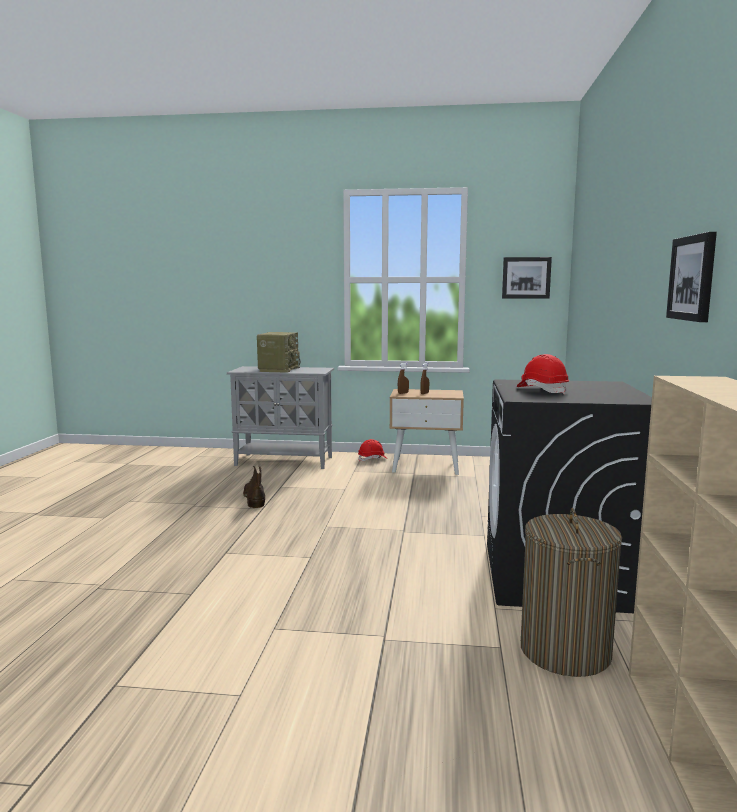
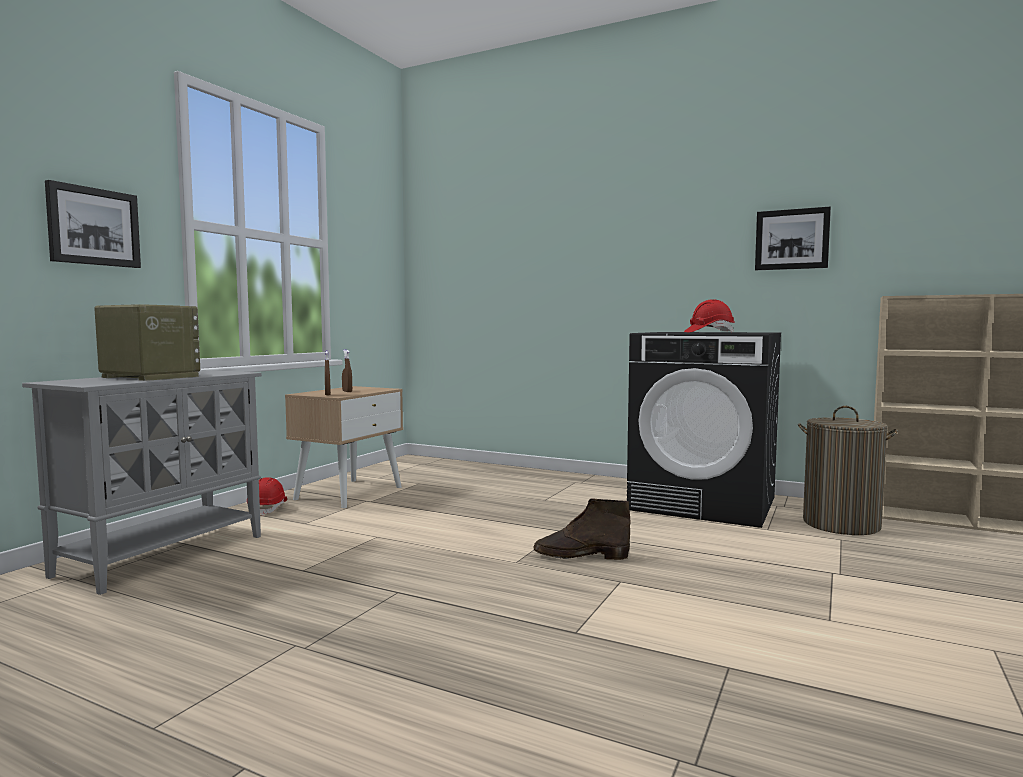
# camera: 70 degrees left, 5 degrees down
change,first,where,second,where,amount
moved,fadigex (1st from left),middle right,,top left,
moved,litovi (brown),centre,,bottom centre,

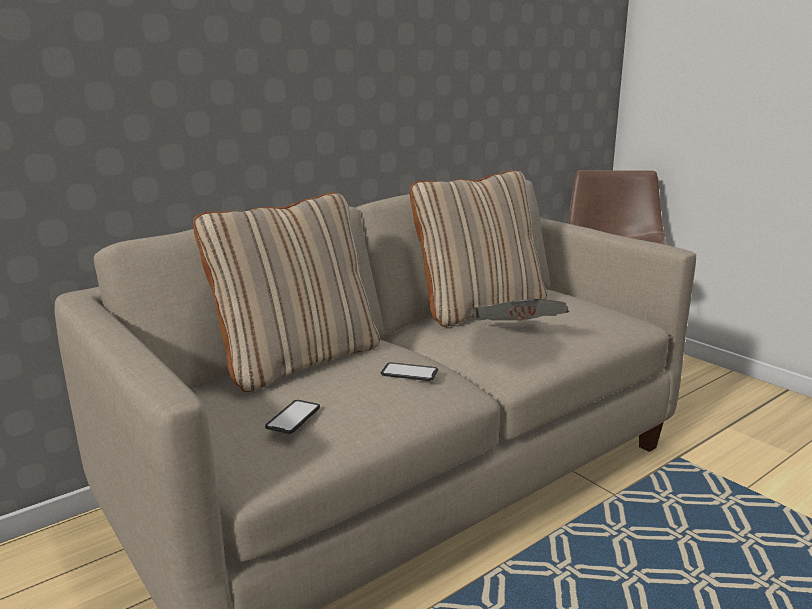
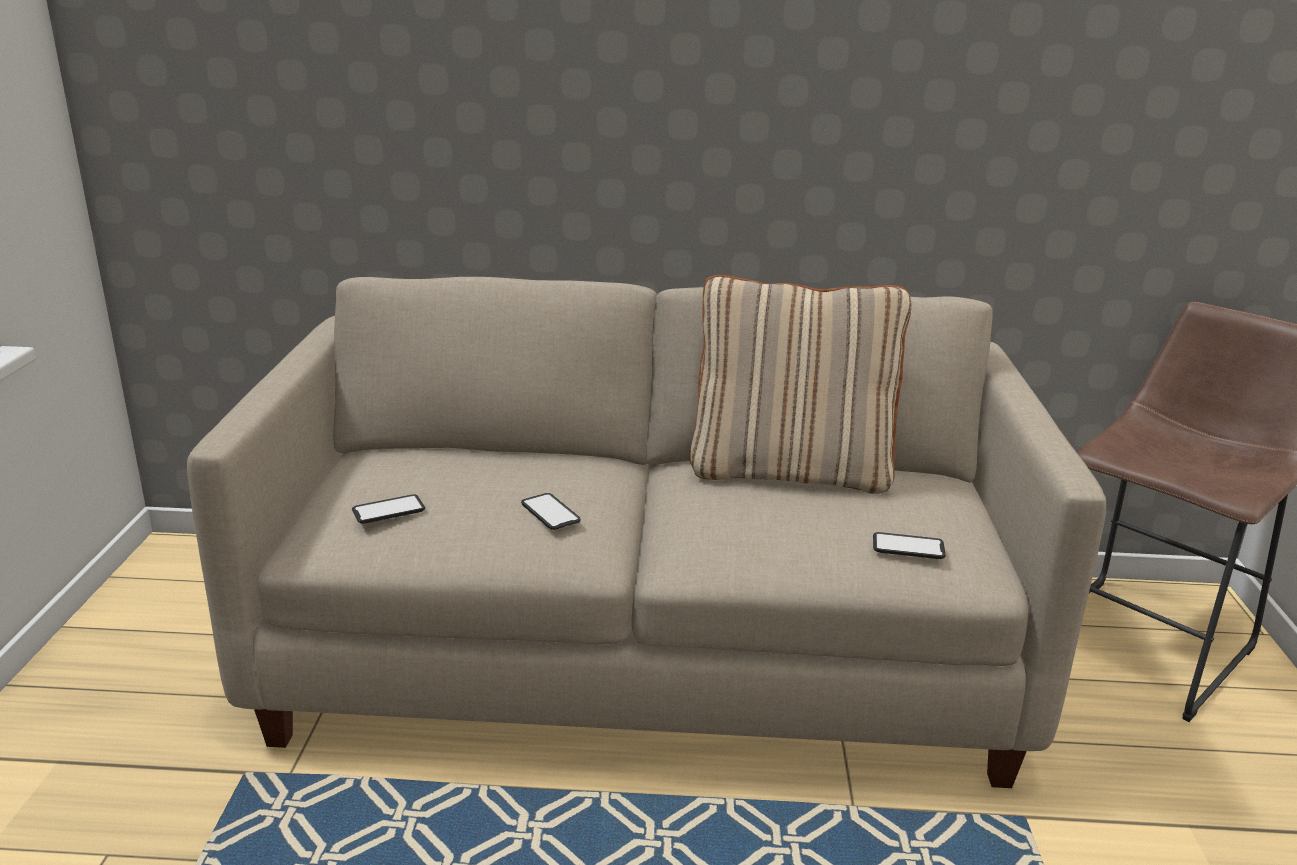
# camera: 40 degrees right, 5 degrees up
change,first,where,second,where,amount
added,,,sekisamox (3rd from left),middle right,
removed,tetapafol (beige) (1st from left),centre,,,
removed,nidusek,centre,,,

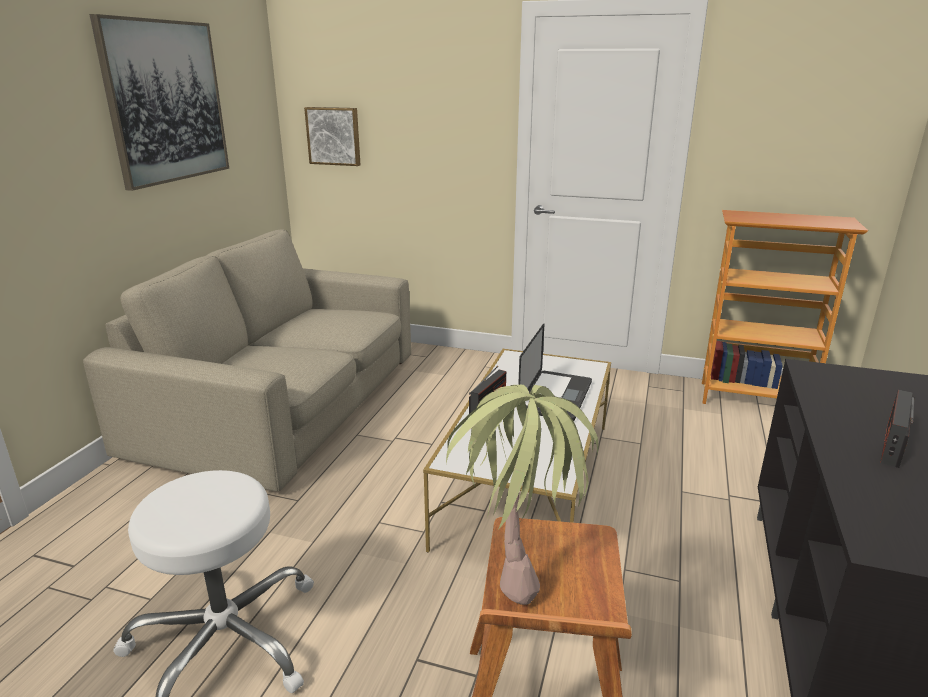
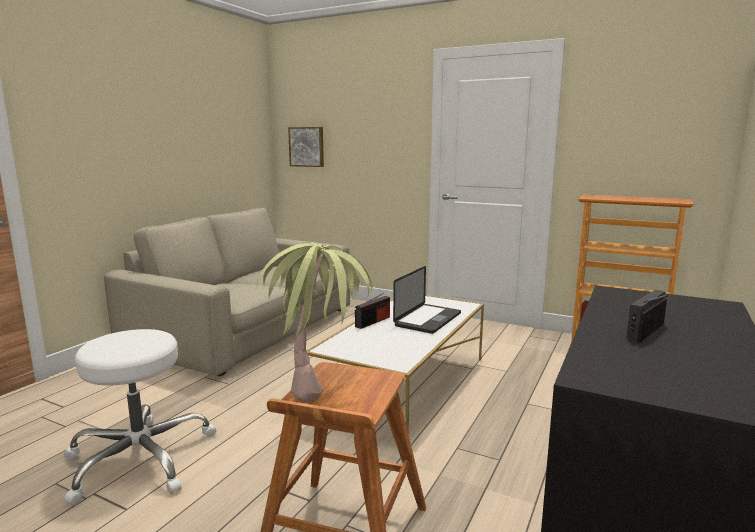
# camera: 10 degrees right, 10 degrees down
change,first,where,second,where,amount
removed,fadigex (1st from left),top left,,,

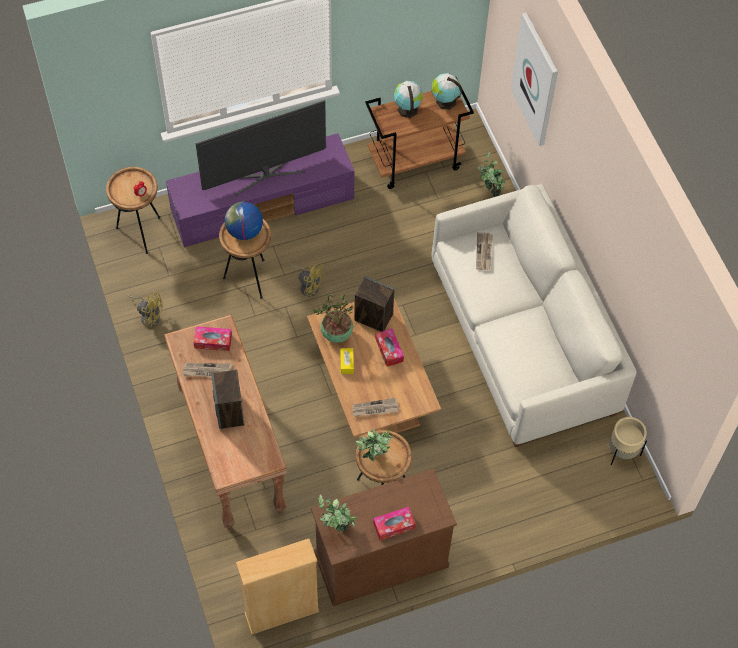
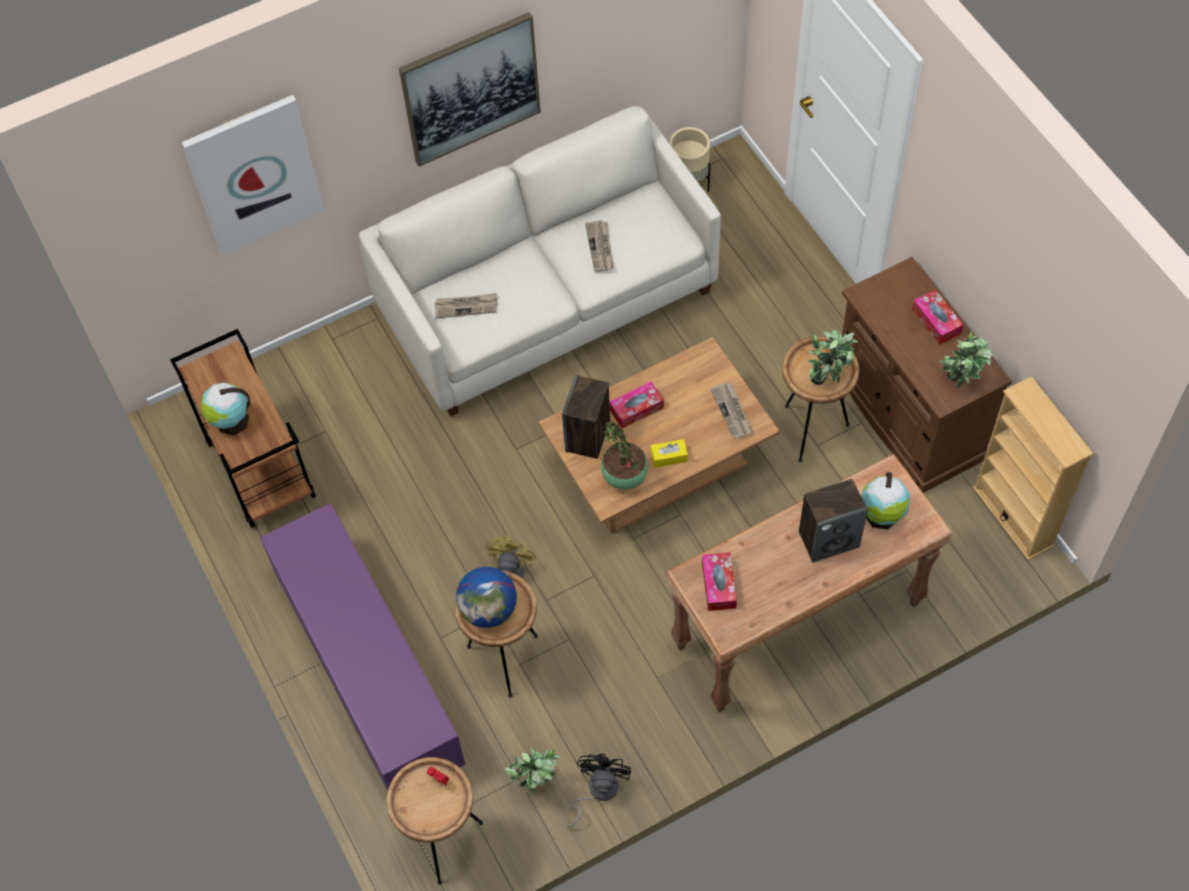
# camera: 95 degrees left, 0 degrees up
change,first,where,second,where,amount
added,,,fadigex (2nd from left),top centre,
moved,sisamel (4th from left in the first image),top centre,sisamel (1st from left),bottom centre,
recoloured,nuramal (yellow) (1st from left),middle left,nuramal (black),bottom centre,
moved,nidusek (1st from left in the first image),middle left,nidusek (2nd from left),top centre,
moved,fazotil (3rd from left),top centre,,middle right,
removed,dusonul,top centre,,,

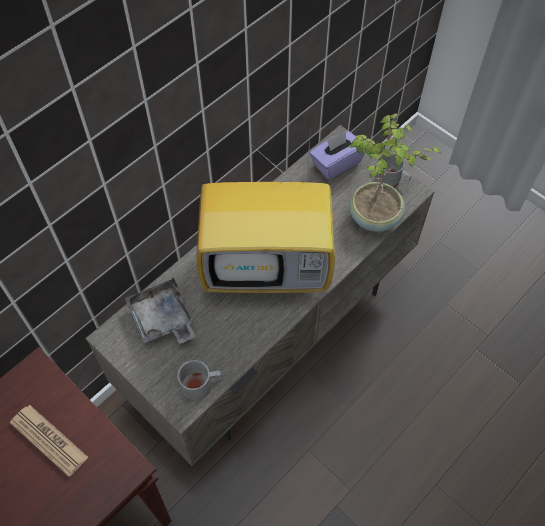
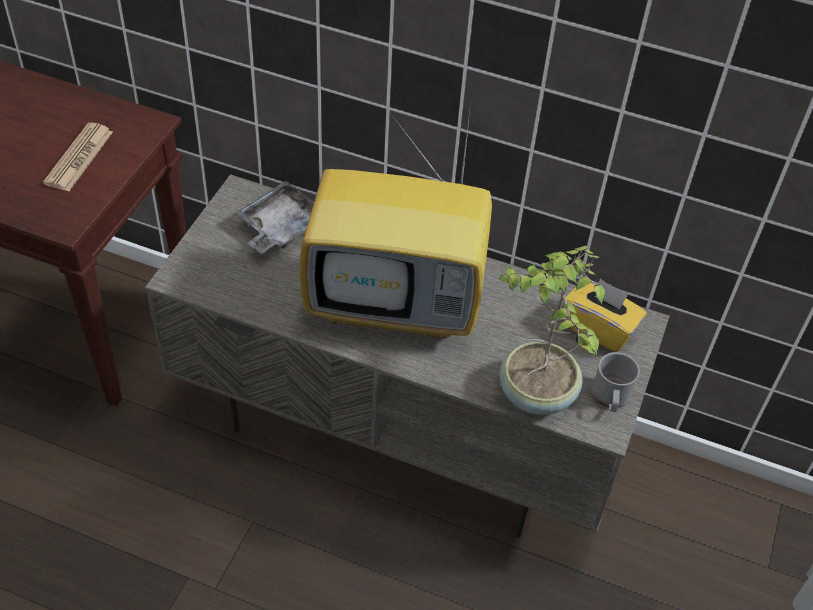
# camera: 65 degrees right, 10 degrees down
change,first,where,second,where,amount
turned,dusonul,centre,,centre,60 degrees counterclockwise
recoloured,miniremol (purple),top centre,miniremol (yellow),middle right,
removed,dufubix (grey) (1st from left),bottom centre,,,

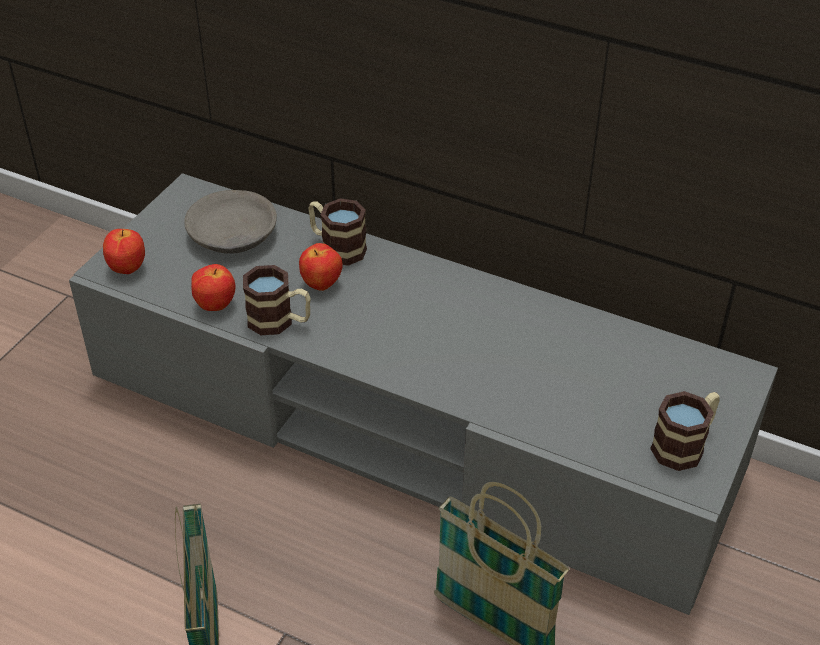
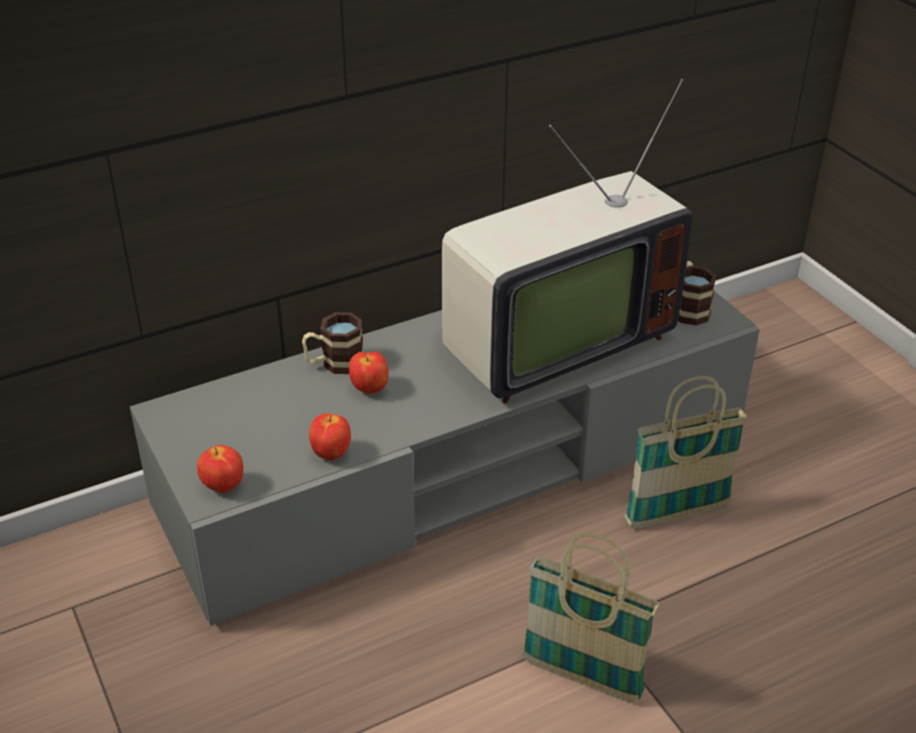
# camera: 55 degrees left, 5 degrees down
change,first,where,second,where,amount
added,,,dusonul,top centre,
removed,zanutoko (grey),middle left,,,
removed,dufubix (1st from left),centre,,,

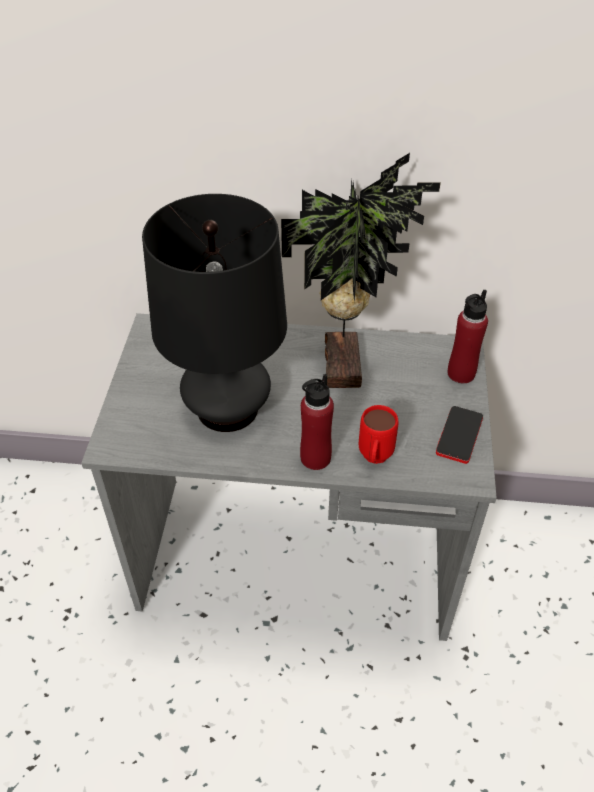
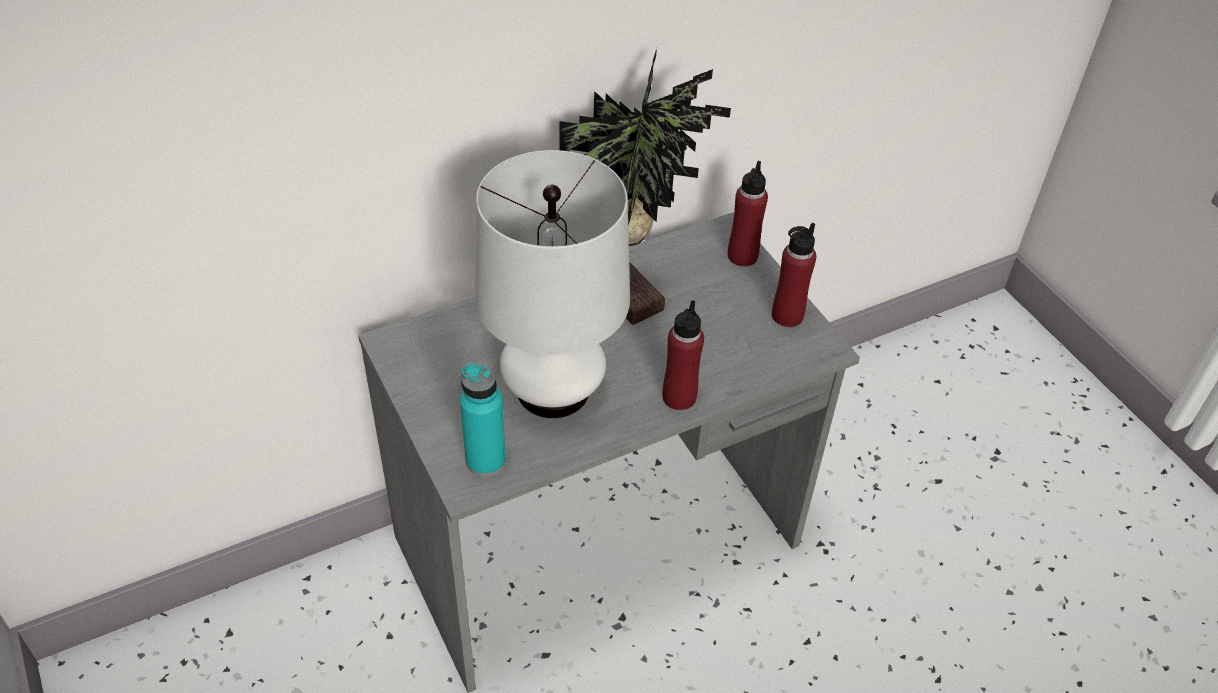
# camera: 35 degrees left, 0 degrees up
change,first,where,second,where,amount
added,,,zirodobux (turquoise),centre,
recoloured,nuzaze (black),centre,nuzaze (white),centre,
replaced,sekisamox,middle right,zirodobux (red) (3rd from left),centre,
removed,dufubix (red),centre,,,

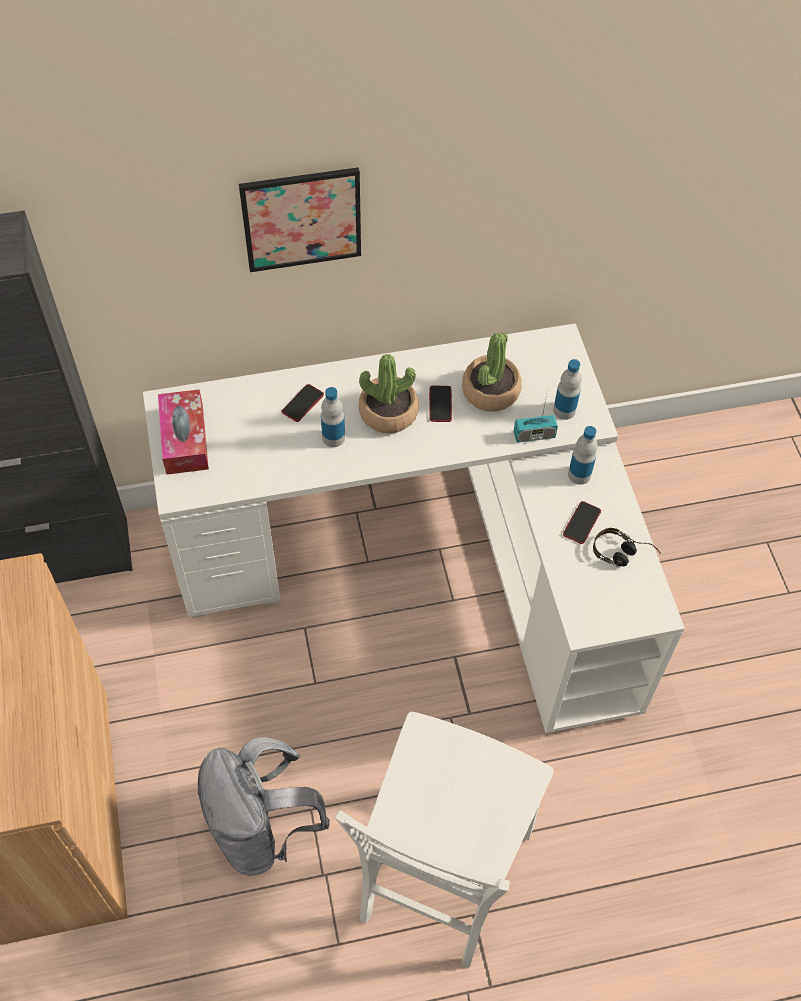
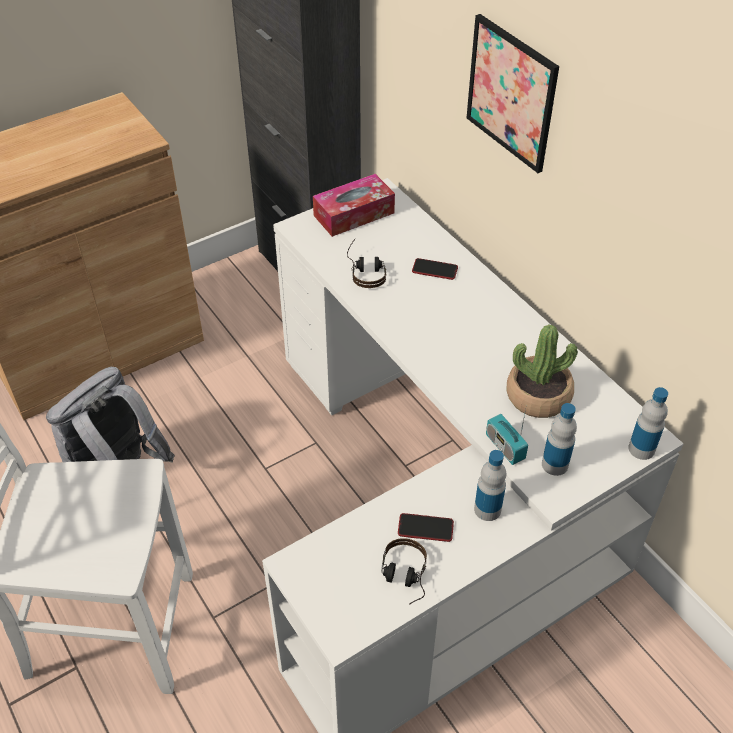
# camera: 70 degrees right, 10 degrees down
change,first,where,second,where,amount
added,,,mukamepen (1st from left),centre,
moved,zirodobux (1st from left in the first image),centre,zirodobux (3rd from left),middle right,
removed,sisamel (1st from left),centre,,,
removed,sekisamox (2nd from left),centre,,,

